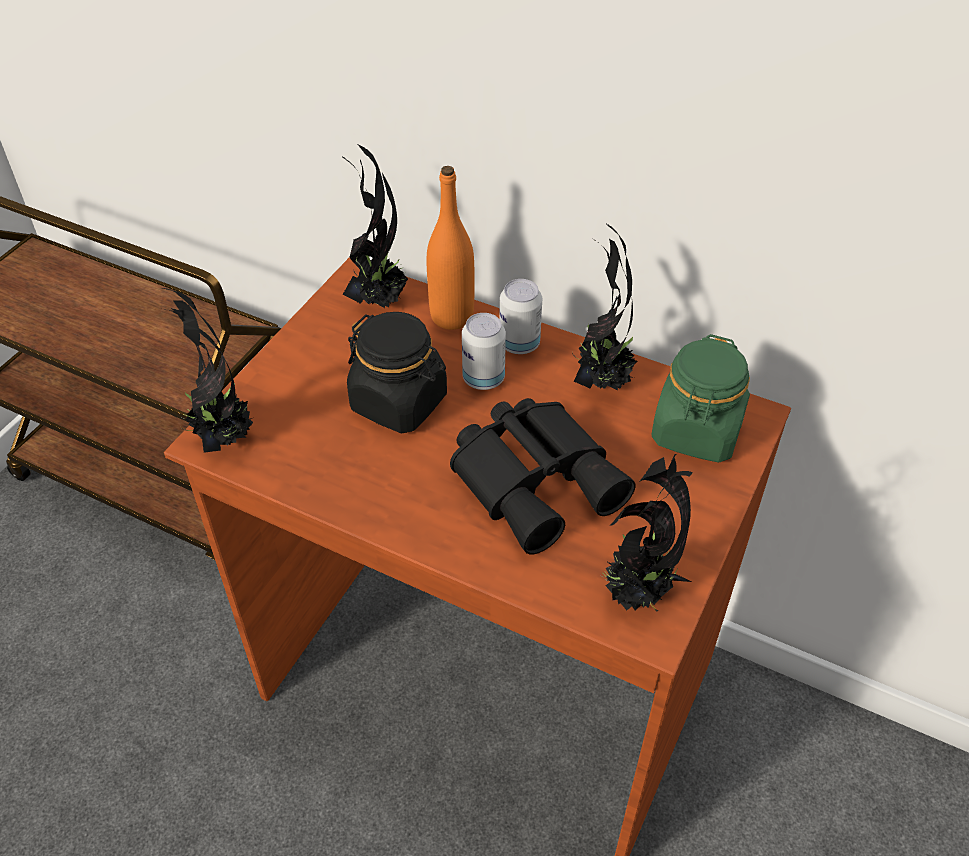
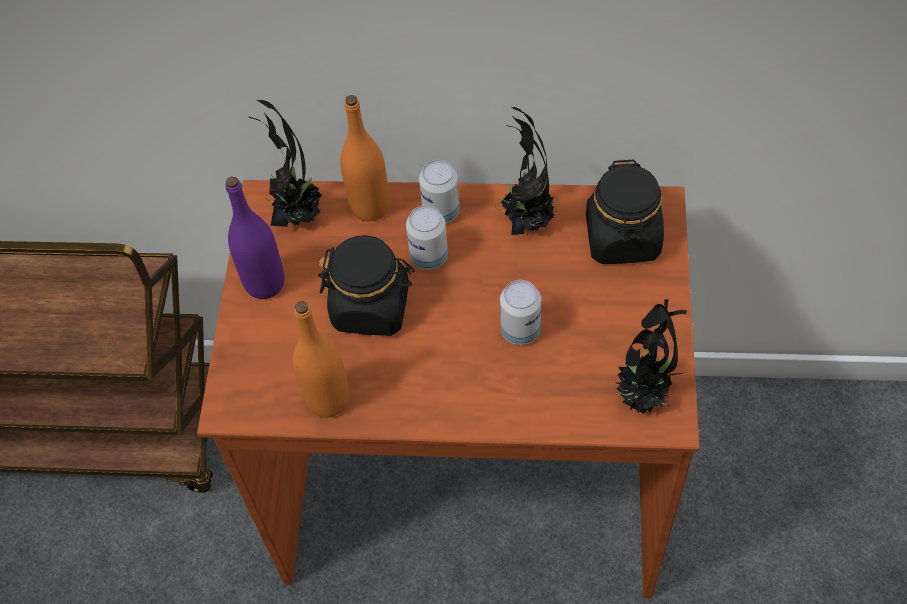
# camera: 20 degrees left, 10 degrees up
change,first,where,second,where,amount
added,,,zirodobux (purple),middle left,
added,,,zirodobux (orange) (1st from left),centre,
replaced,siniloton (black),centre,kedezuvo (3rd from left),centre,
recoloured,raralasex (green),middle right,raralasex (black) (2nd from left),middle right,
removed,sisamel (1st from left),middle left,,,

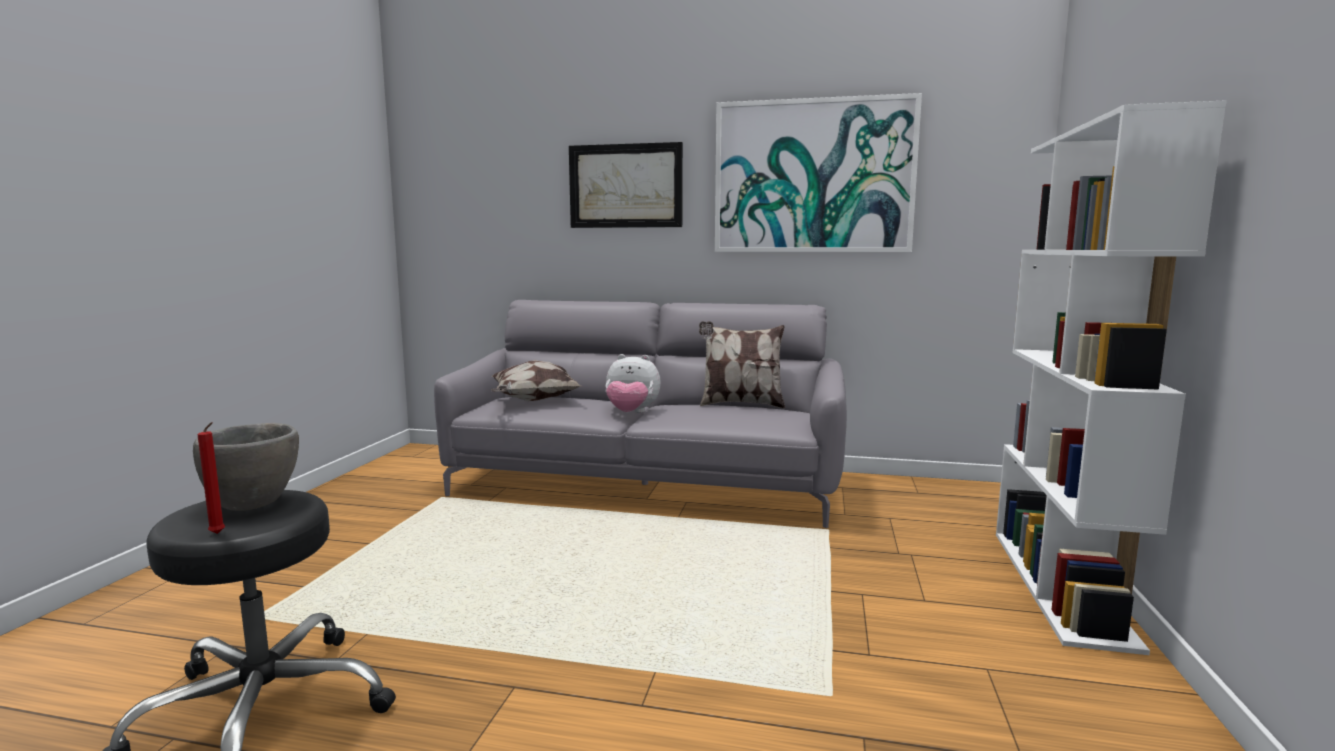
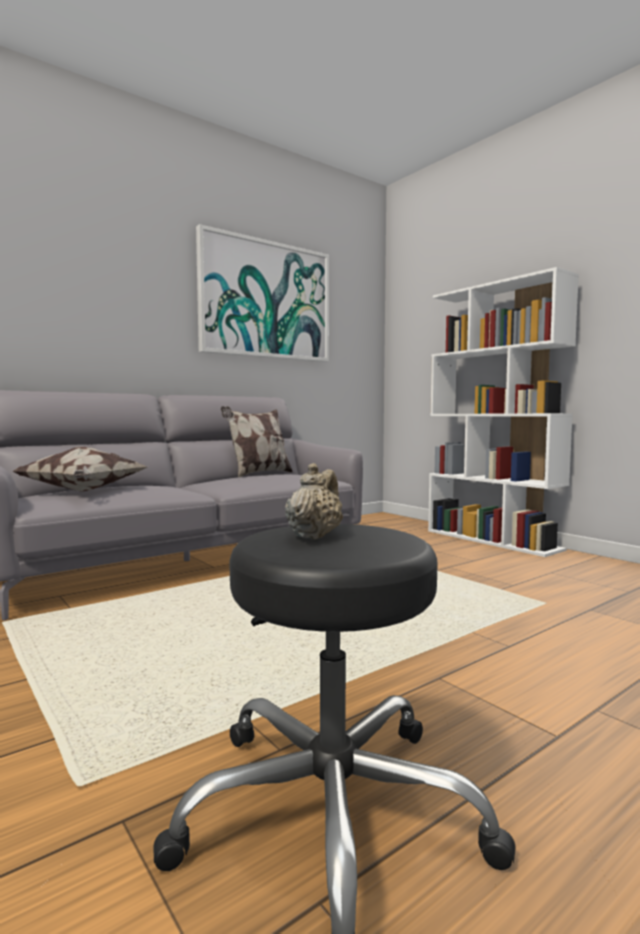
# camera: 50 degrees left, 5 degrees down
change,first,where,second,where,amount
replaced,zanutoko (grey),middle left,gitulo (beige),centre,
removed,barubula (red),middle left,,,
removed,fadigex (1st from left),top centre,,,
removed,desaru,centre,,,

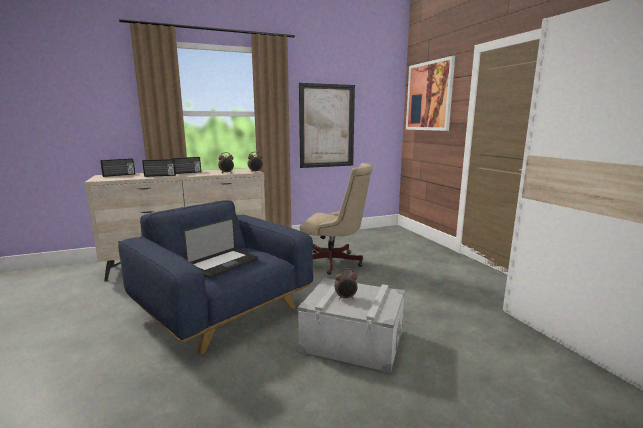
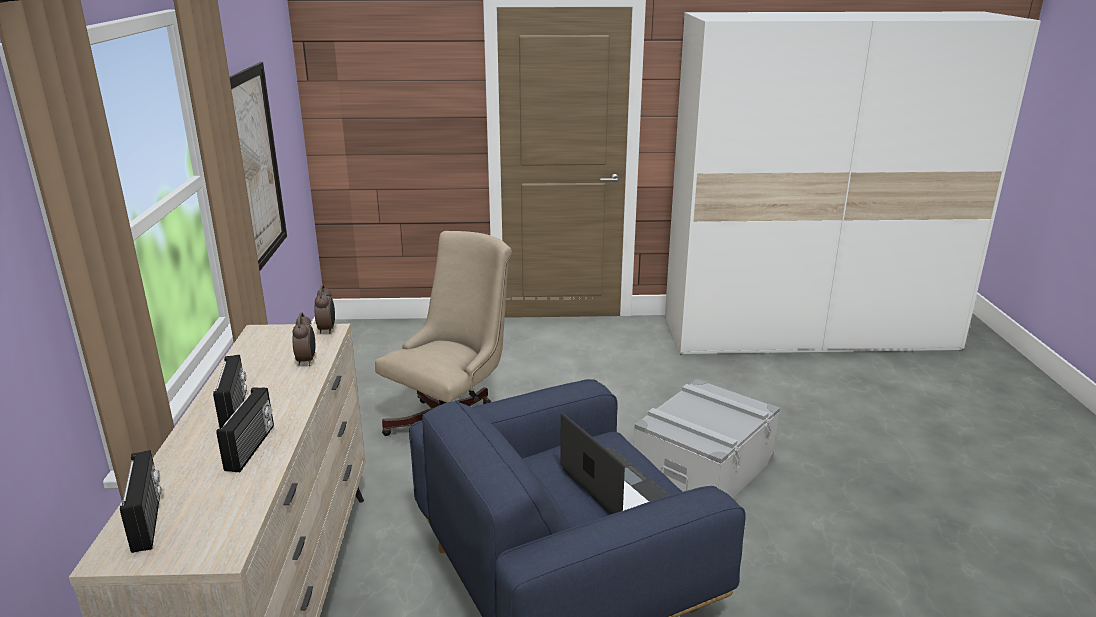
# camera: 70 degrees left, 10 degrees up
change,first,where,second,where,amount
removed,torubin (3rd from left),centre,,,
removed,fadigex (2nd from left),top right,,,

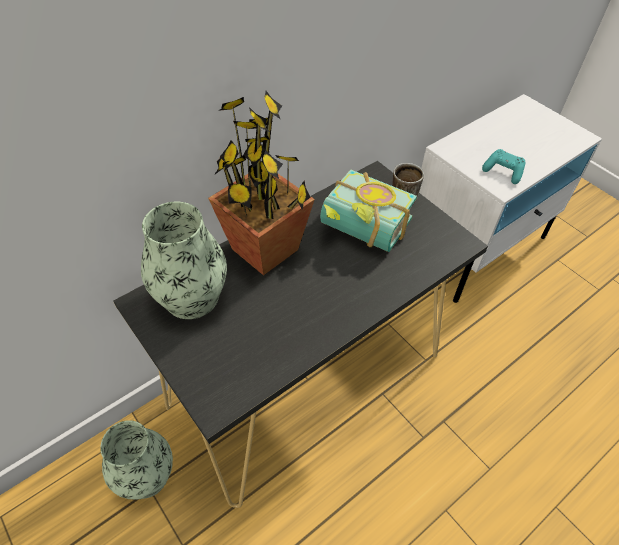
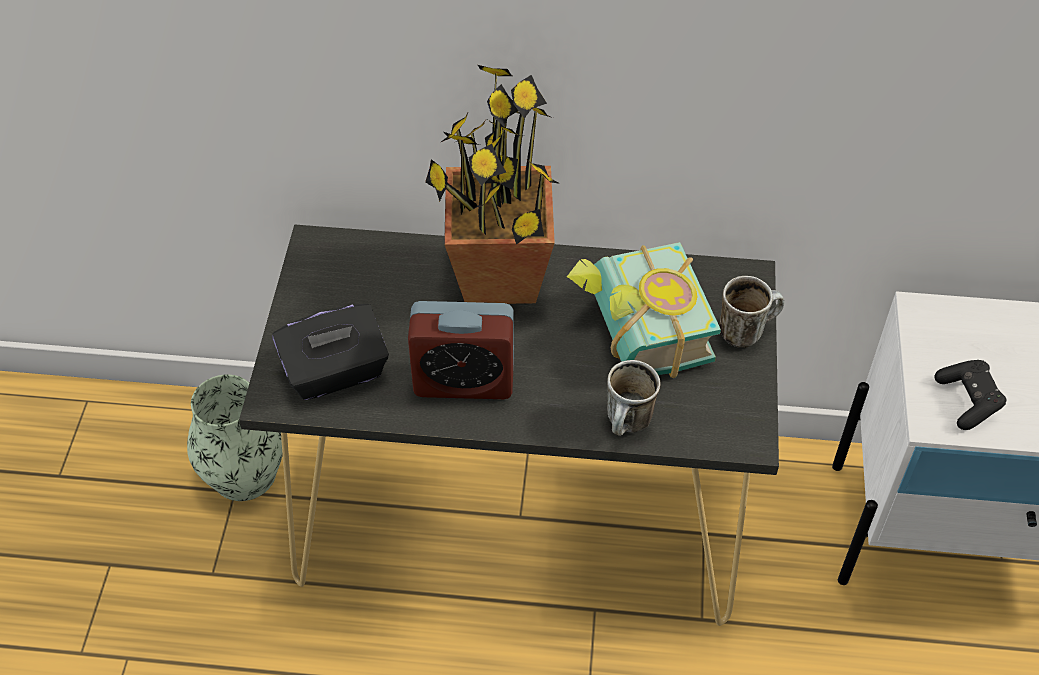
# camera: 45 degrees right, 0 degrees up
change,first,where,second,where,amount
added,,,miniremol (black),middle left,
added,,,torubin,centre,
added,,,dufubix (1st from left),centre,
recoloured,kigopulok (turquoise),top right,kigopulok (black),middle right,
removed,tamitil (2nd from left),middle left,,,

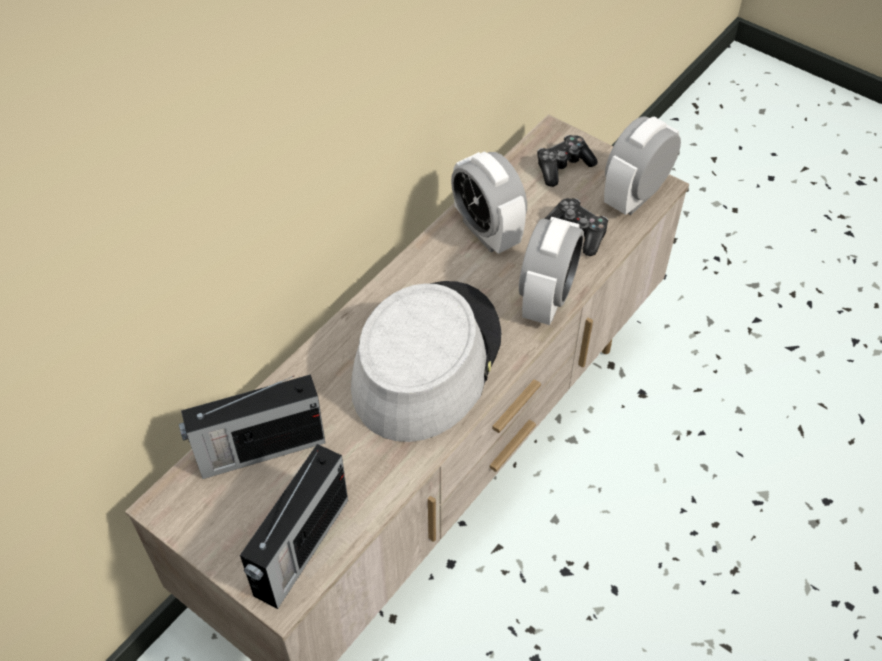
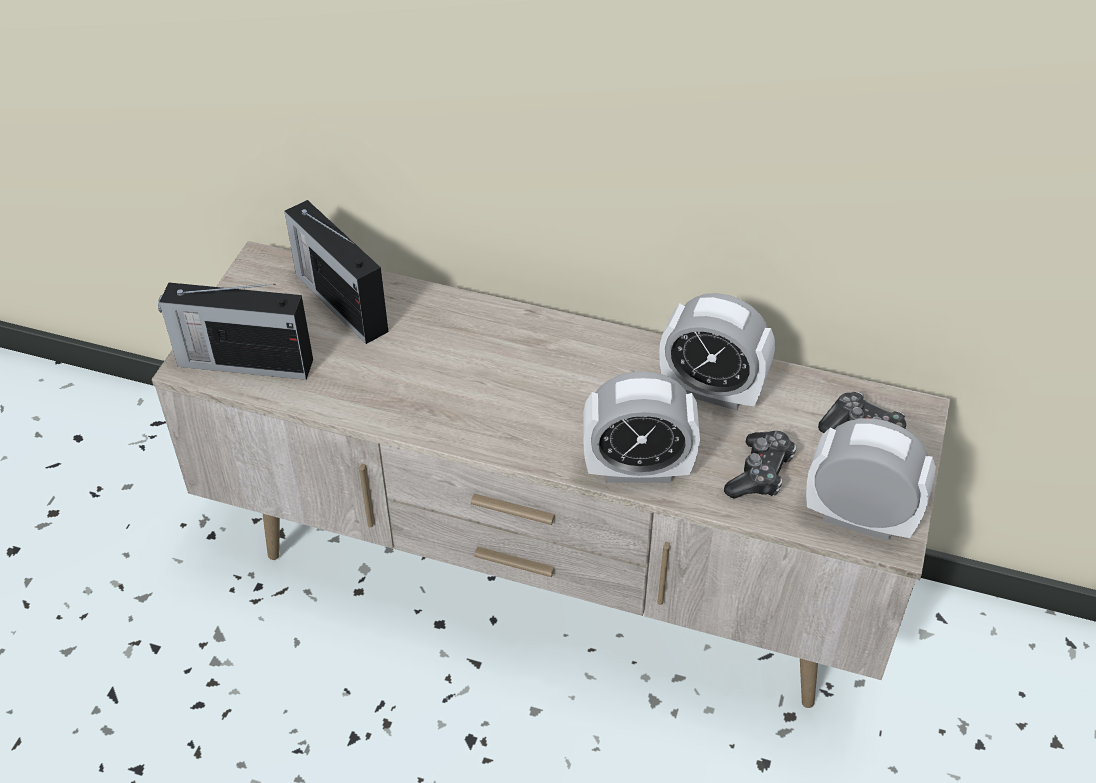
# camera: 70 degrees right, 5 degrees down
change,first,where,second,where,amount
turned,torubin (1st from left in the first image),top centre,torubin (2nd from left),centre,105 degrees counterclockwise
removed,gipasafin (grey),centre,,,

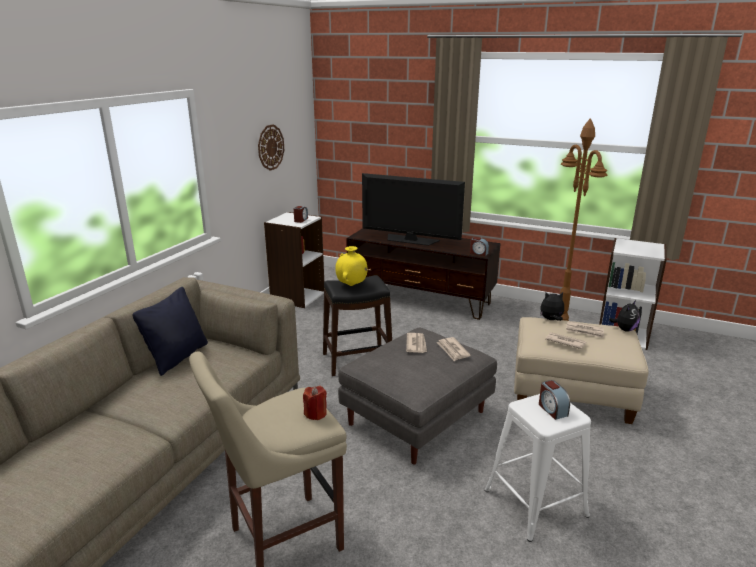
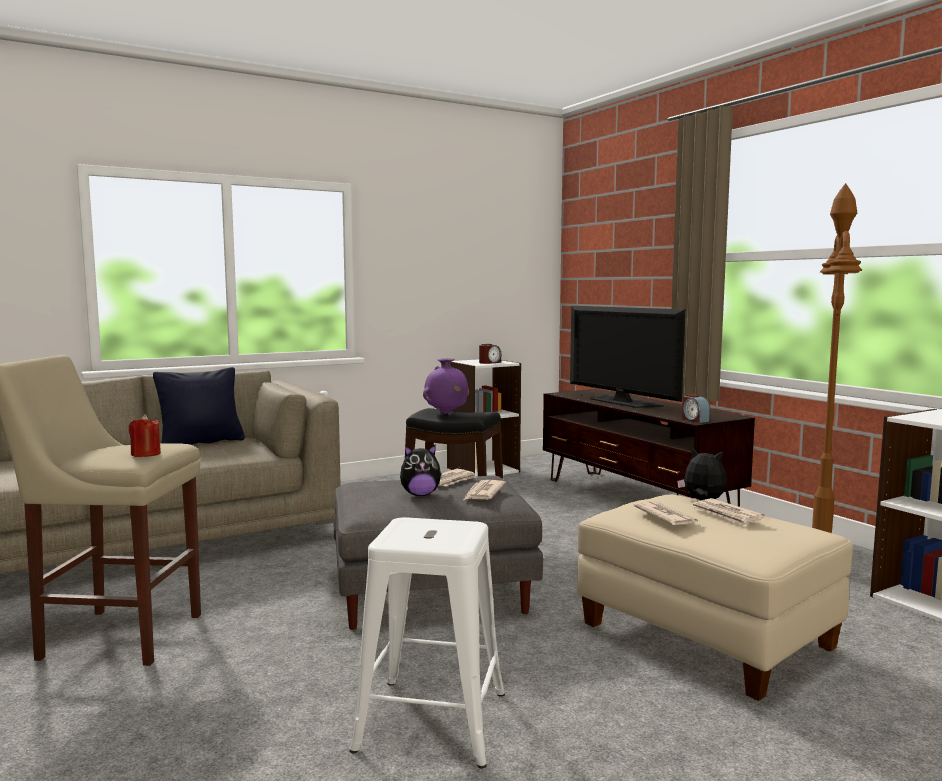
# camera: 35 degrees right, 15 degrees down
change,first,where,second,where,amount
moved,desaru (2nd from left in the first image),middle right,desaru (1st from left),centre,
recoloured,tamitil (yellow),centre,tamitil (purple),centre,
removed,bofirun,top centre,,,
removed,torubin (3rd from left),bottom right,,,

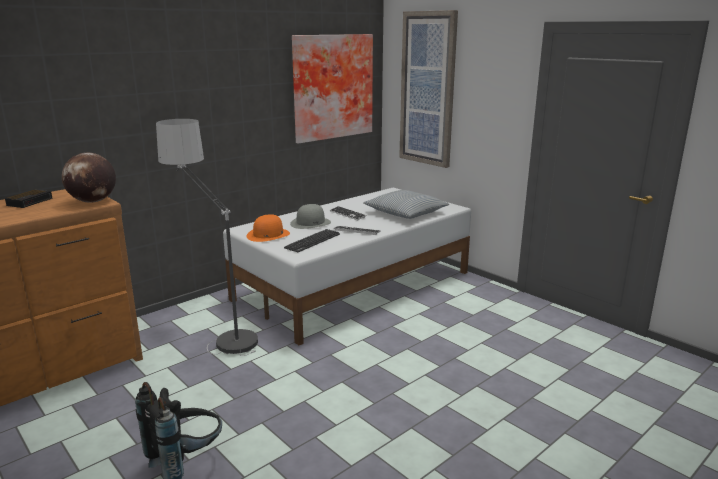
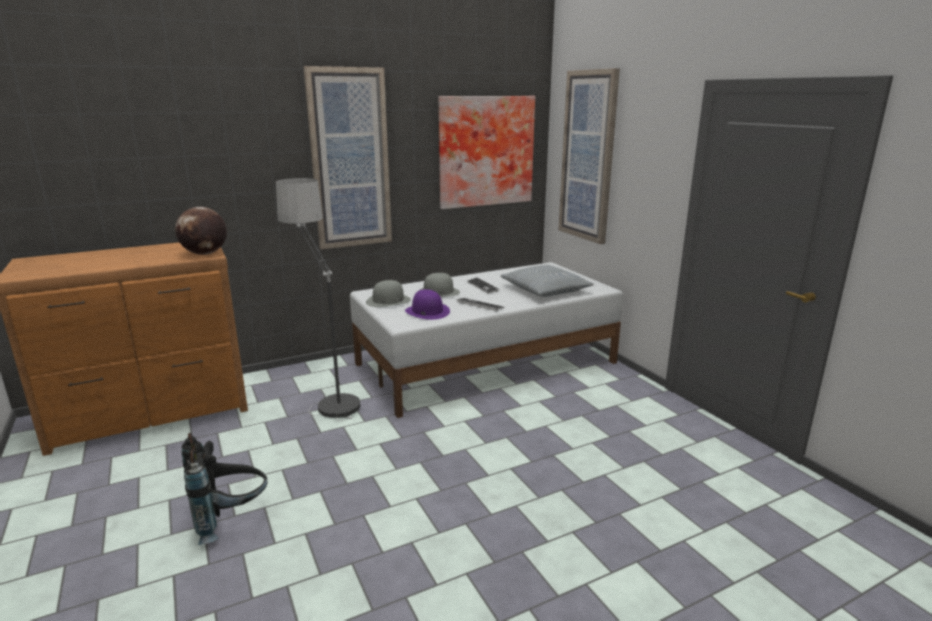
# camera: 15 degrees right, 0 degrees up
change,first,where,second,where,amount
added,,,fadigex (1st from left),top centre,
recoloured,gipasafin (orange),centre,gipasafin (grey) (1st from left),centre,
replaced,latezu (1st from left),centre,gipasafin (purple),centre,
removed,torubin,middle left,,,

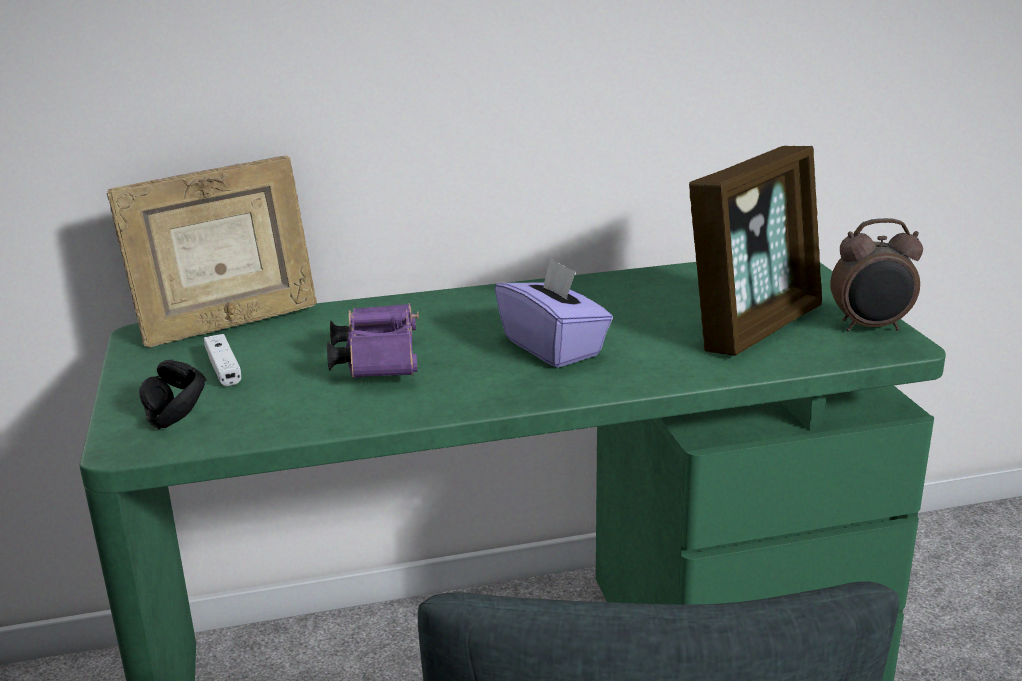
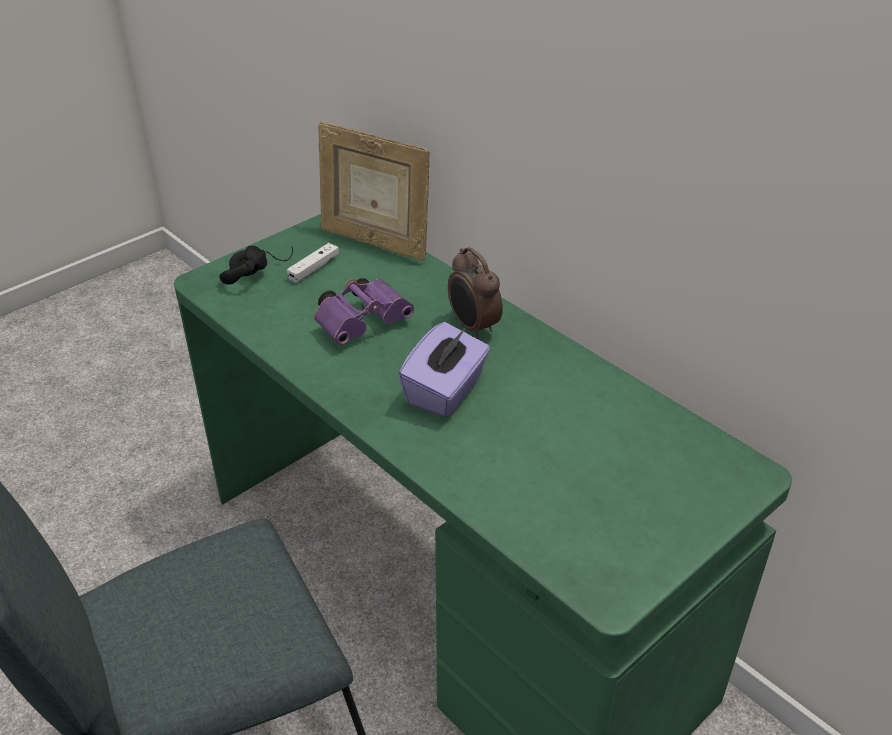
# camera: 60 degrees right, 15 degrees up
change,first,where,second,where,amount
moved,torubin,middle right,,centre,
removed,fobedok (2nd from left),middle right,,,

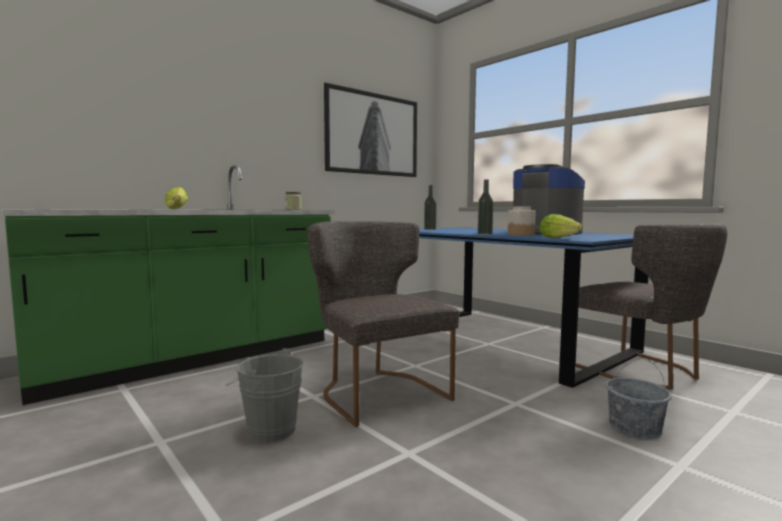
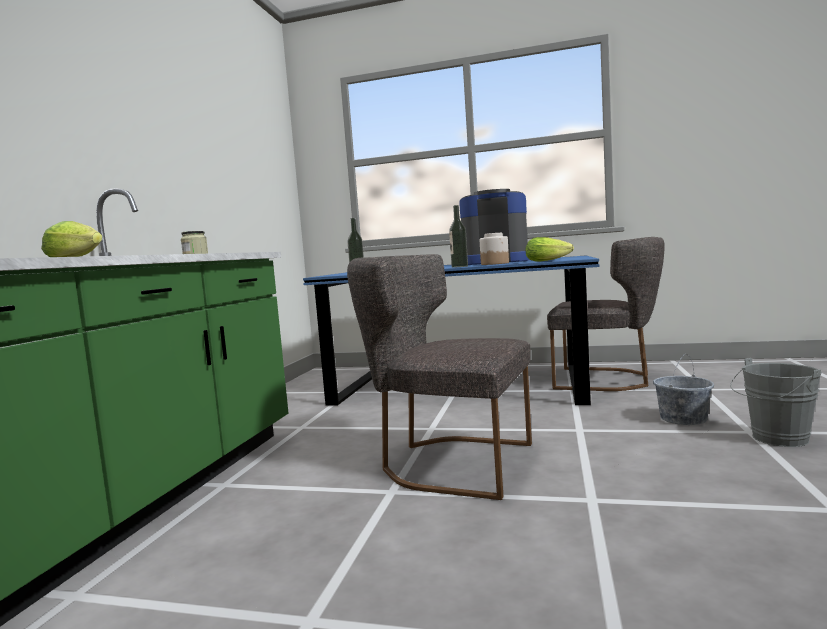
# camera: 35 degrees left, 0 degrees up
change,first,where,second,where,amount
moved,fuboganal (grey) (1st from left in the first image),bottom centre,fuboganal (grey) (2nd from left),middle right,
removed,fadigex,top centre,,,

